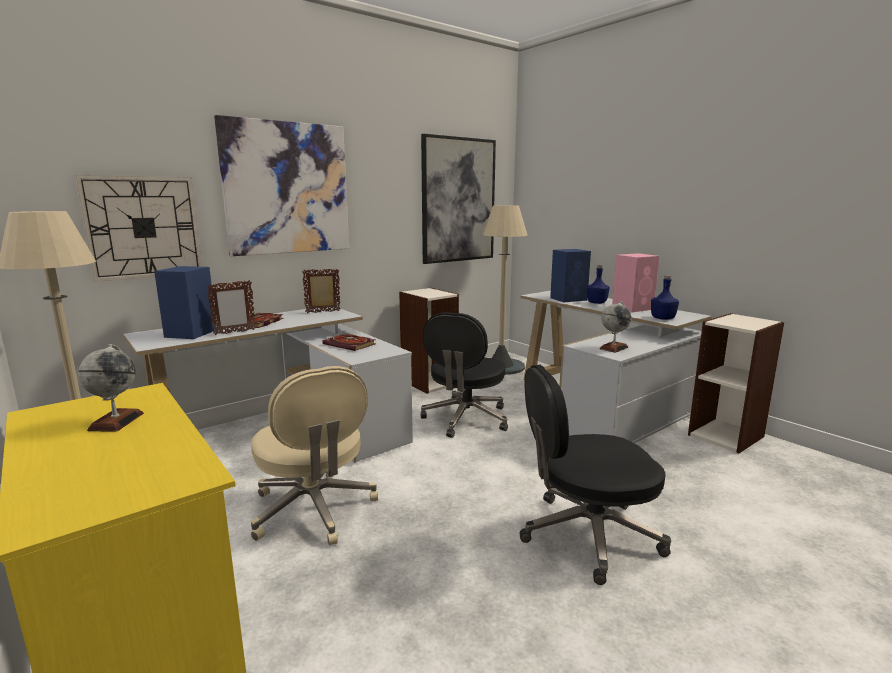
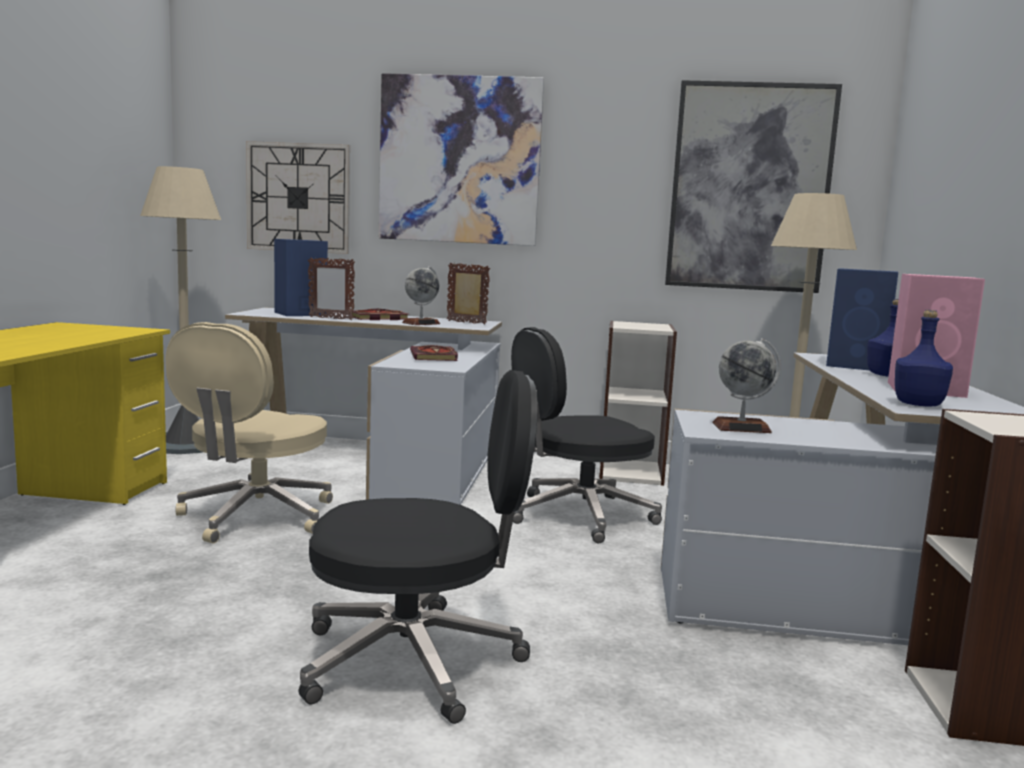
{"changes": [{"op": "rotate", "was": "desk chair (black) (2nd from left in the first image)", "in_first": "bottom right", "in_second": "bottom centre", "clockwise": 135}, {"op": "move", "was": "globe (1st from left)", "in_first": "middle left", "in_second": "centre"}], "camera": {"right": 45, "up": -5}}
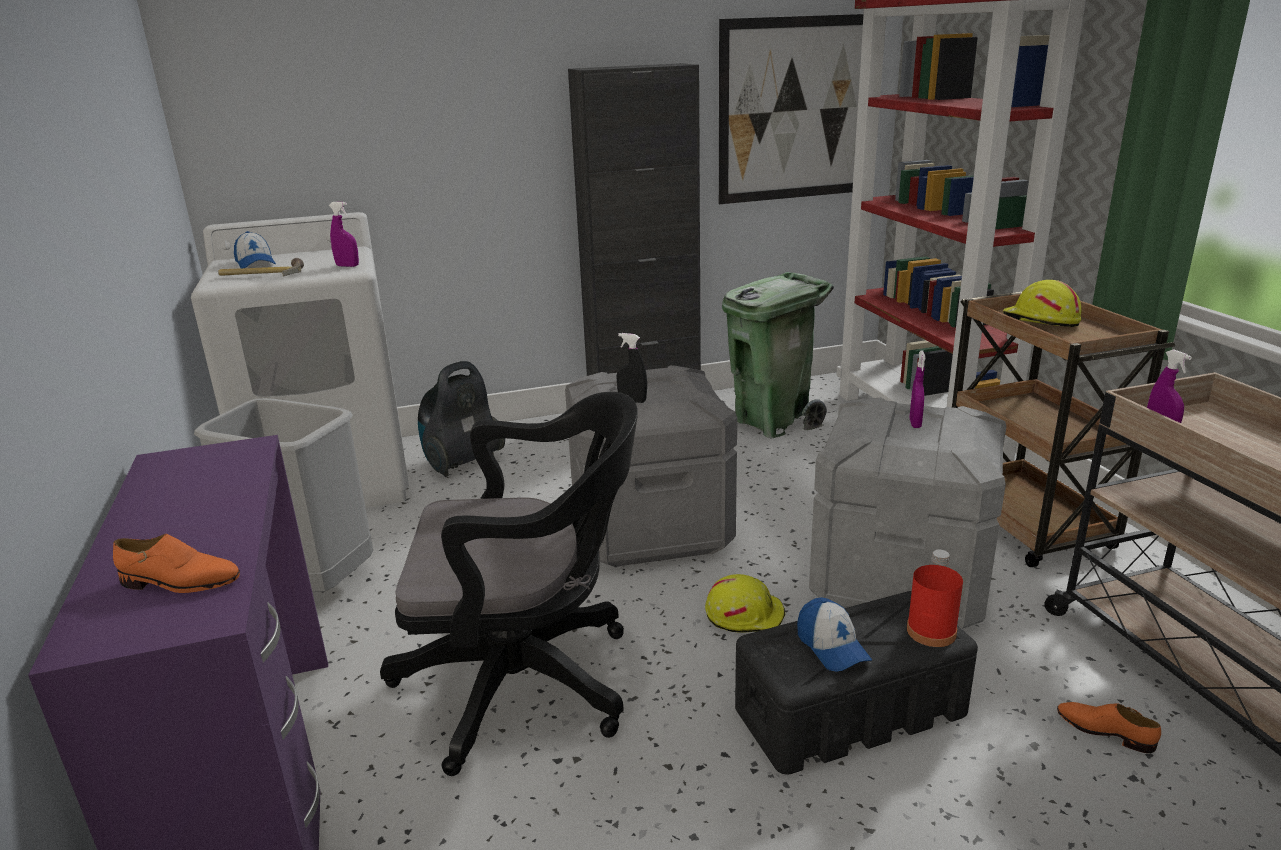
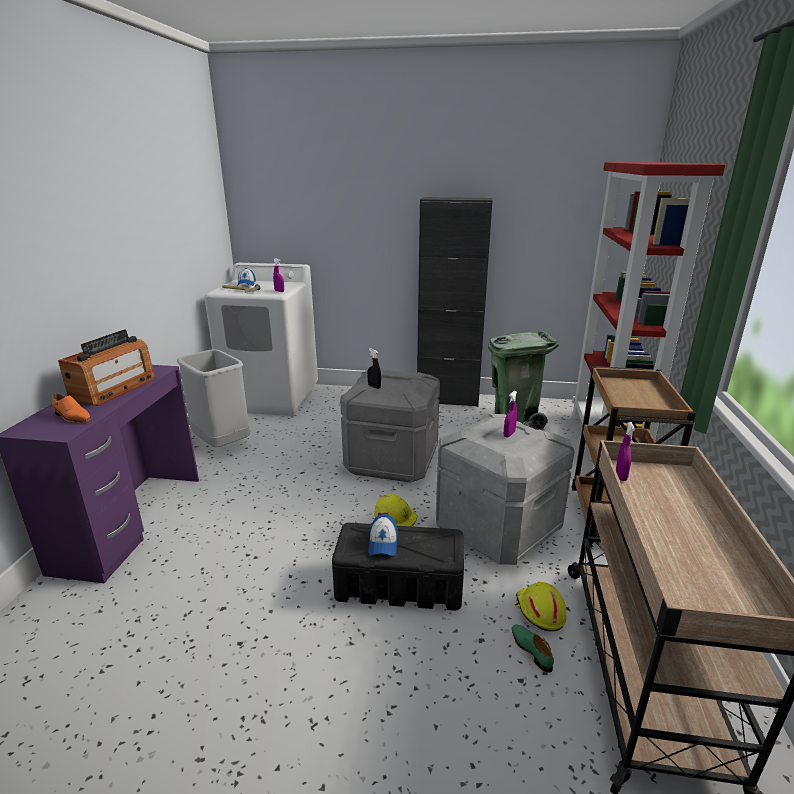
{"changes": [{"op": "insert", "now": "radio", "in_second": "middle left"}, {"op": "recolor", "was": "item of footwear (orange-coloured) (2nd from left)", "now": "item of footwear (green-coloured)", "in_first": "bottom right", "in_second": "bottom right"}, {"op": "move", "was": "safety helmet (yellowish) (2nd from left)", "in_first": "middle right", "in_second": "bottom right"}, {"op": "delete", "was": "desk chair (black)", "in_first": "bottom centre"}, {"op": "delete", "was": "hoover", "in_first": "centre"}, {"op": "delete", "was": "wall picture", "in_first": "top centre"}, {"op": "delete", "was": "drink bottle (red-coloured)", "in_first": "bottom right"}], "camera": {"right": 25, "up": 0}}
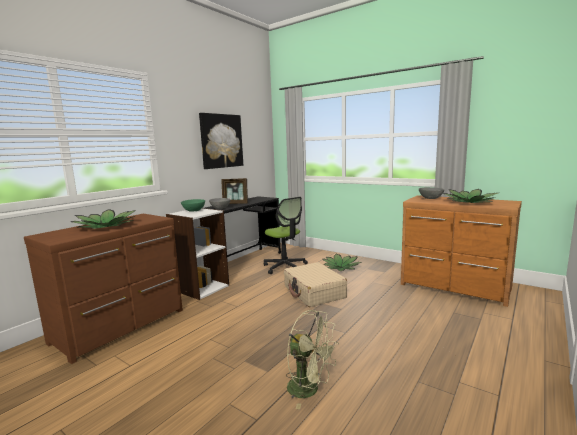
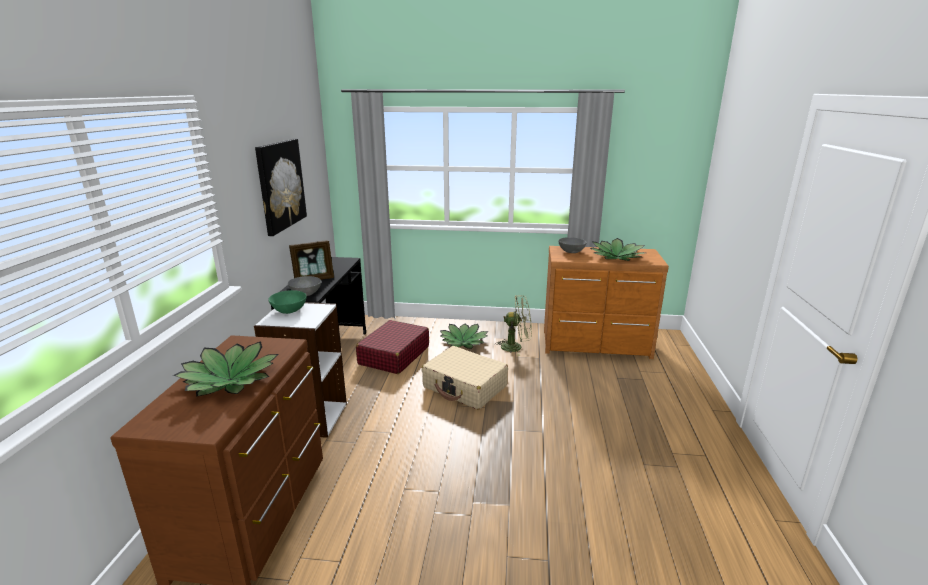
{"changes": [{"op": "replace", "was": "desk chair", "now": "suitcase (red-coloured)", "in_first": "centre", "in_second": "centre"}, {"op": "move", "was": "fan (green-coloured)", "in_first": "bottom centre", "in_second": "centre"}], "camera": {"right": -30, "up": 10}}
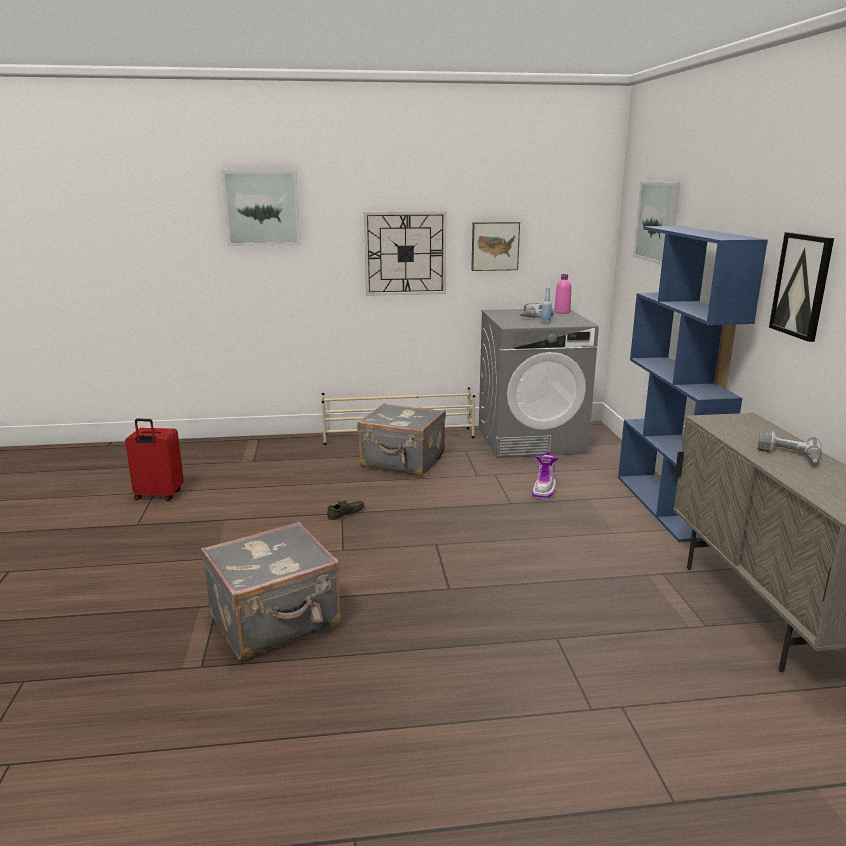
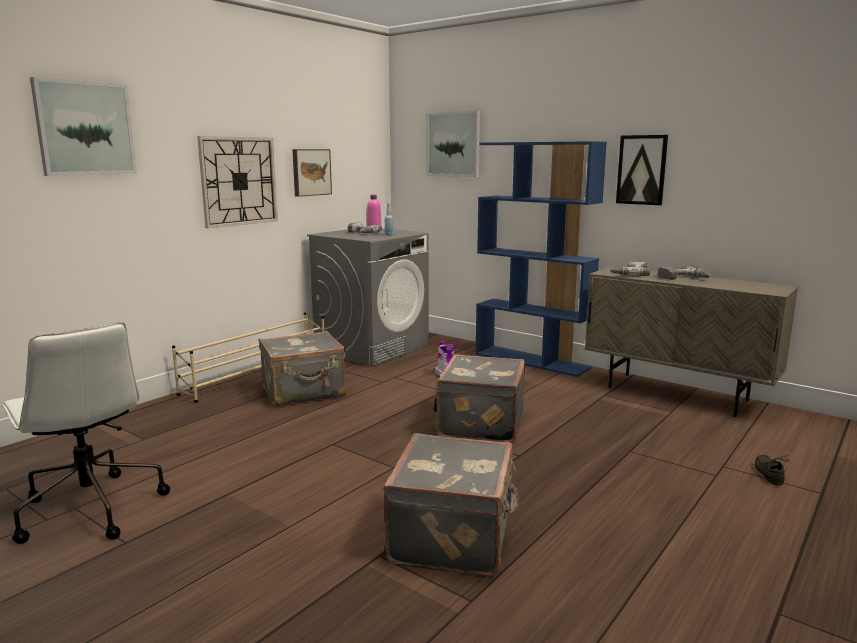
{"changes": [{"op": "replace", "was": "suitcase (red-coloured)", "now": "desk chair (whitish)", "in_first": "middle left", "in_second": "bottom left"}, {"op": "insert", "now": "suitcase (grey) (3rd from left)", "in_second": "centre"}, {"op": "insert", "now": "power drill (2nd from left)", "in_second": "middle right"}, {"op": "move", "was": "item of footwear (grey)", "in_first": "centre", "in_second": "bottom right"}], "camera": {"right": -45, "up": -5}}
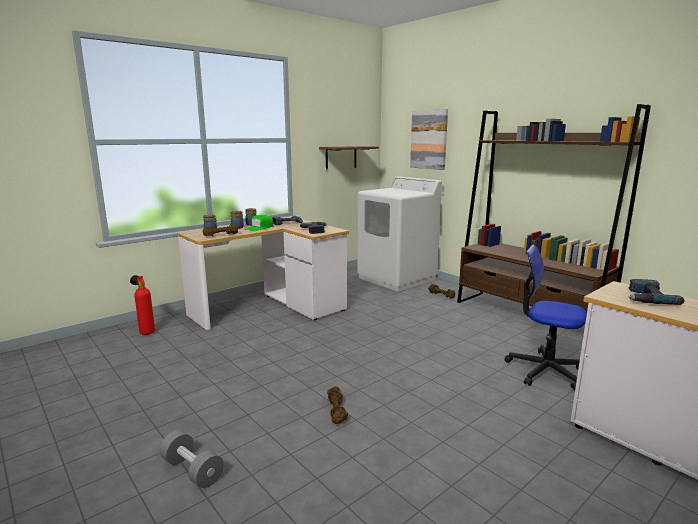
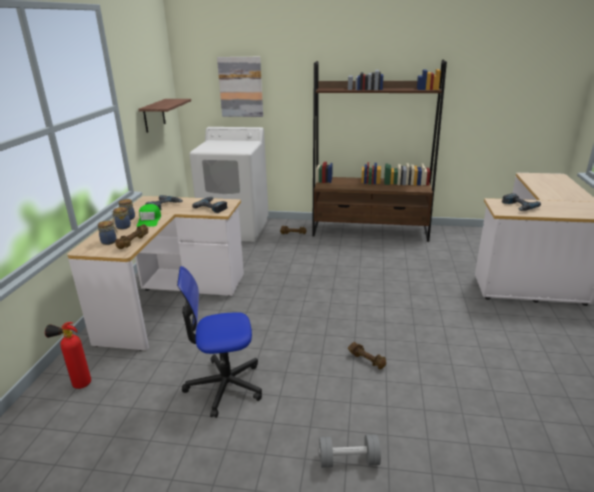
{"changes": [{"op": "move", "was": "desk chair", "in_first": "middle right", "in_second": "bottom centre"}], "camera": {"right": -40, "up": 10}}
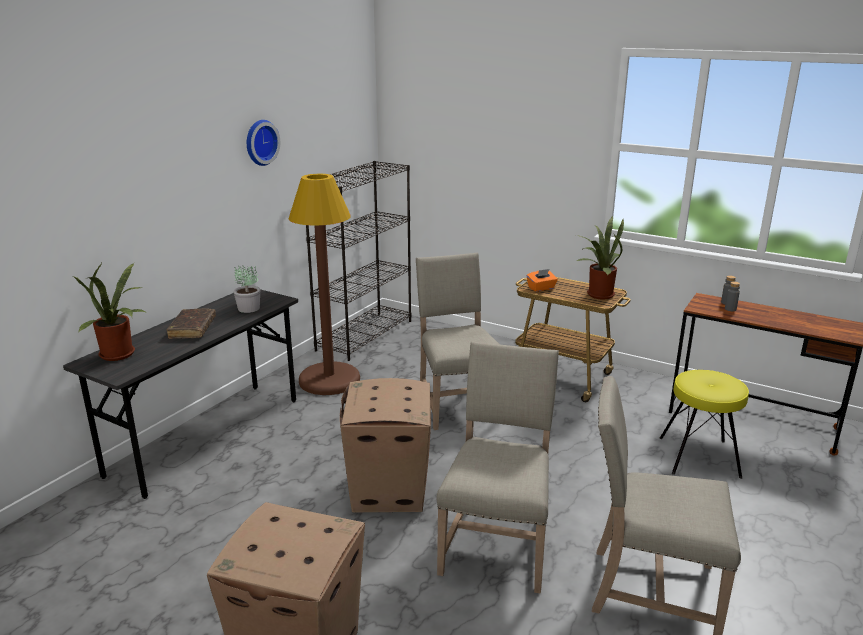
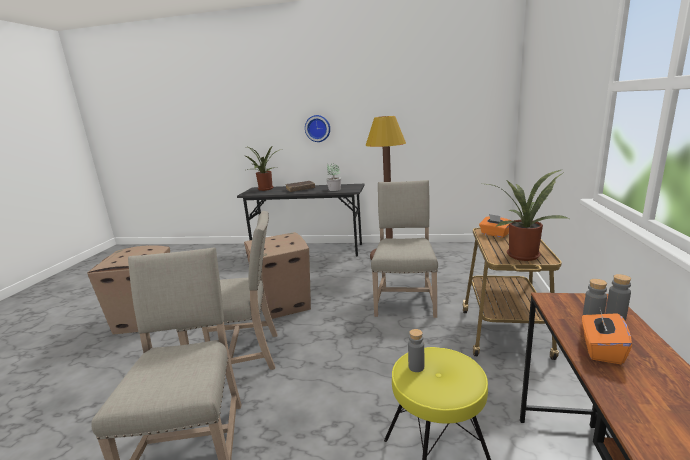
{"changes": [{"op": "move", "was": "clock on the wall", "in_first": "top left", "in_second": "top centre"}, {"op": "rotate", "was": "plain chair (beige) (1st from left in the first image)", "in_first": "centre", "in_second": "centre", "clockwise": -45}, {"op": "insert", "now": "drink bottle (grey) (1st from left)", "in_second": "bottom centre"}, {"op": "insert", "now": "tissue holder (orange-coloured) (2nd from left)", "in_second": "bottom right"}, {"op": "delete", "was": "bookshelf (black)", "in_first": "centre"}], "camera": {"right": 70, "up": -5}}
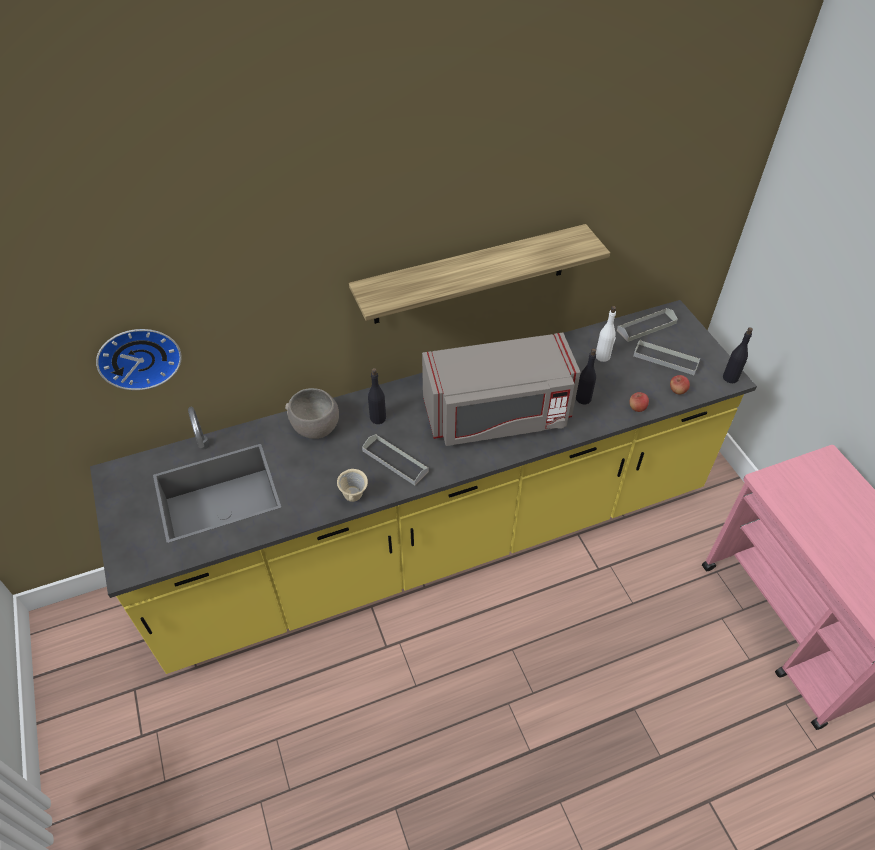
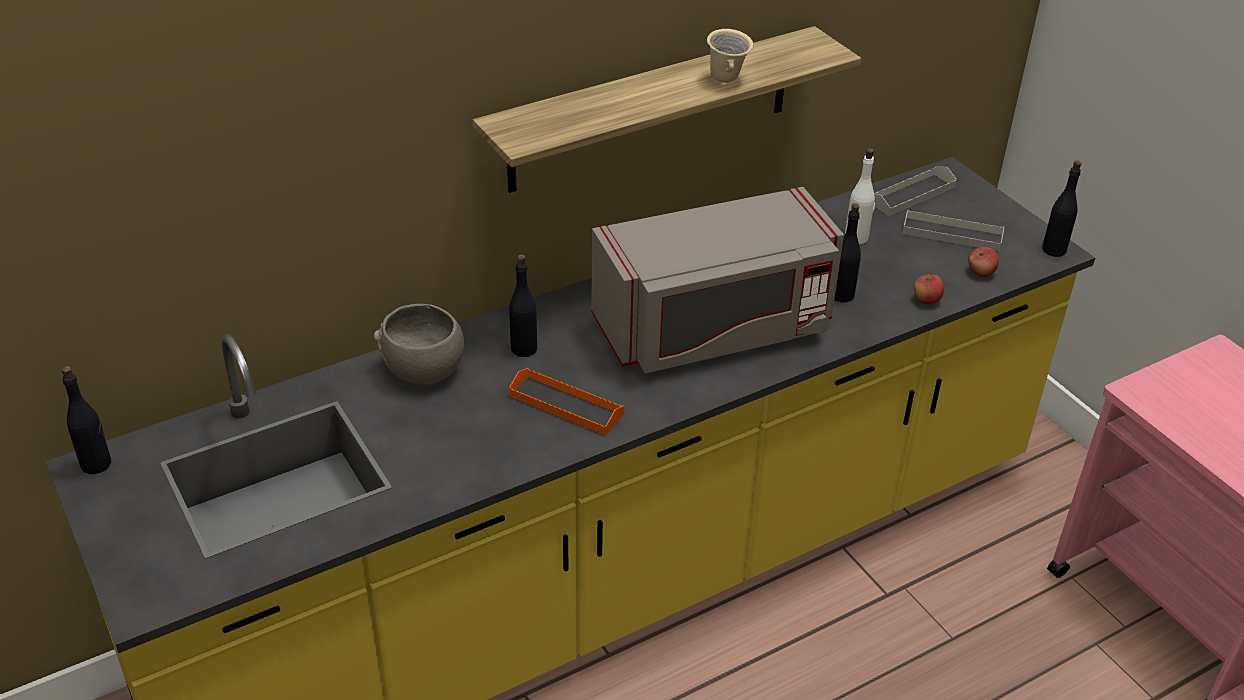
{"changes": [{"op": "insert", "now": "drink bottle (black) (1st from left)", "in_second": "middle left"}, {"op": "recolor", "was": "carrying tray (grey) (1st from left)", "now": "carrying tray (orange-coloured)", "in_first": "centre", "in_second": "centre"}, {"op": "move", "was": "tea mug (beige)", "in_first": "centre", "in_second": "top centre"}, {"op": "delete", "was": "clock on the wall", "in_first": "middle left"}], "camera": {"right": -10, "up": -10}}
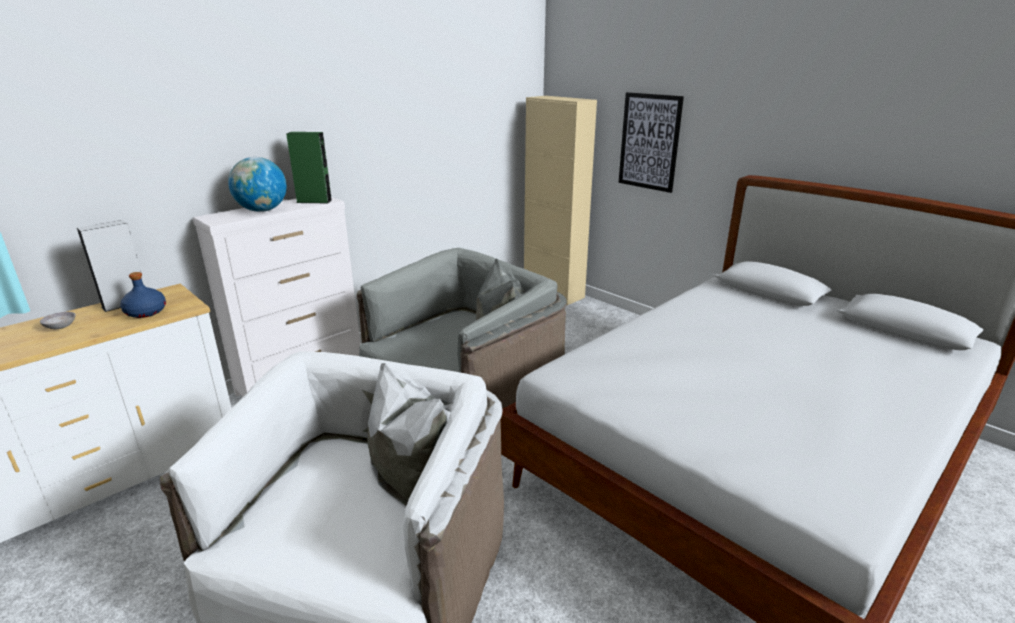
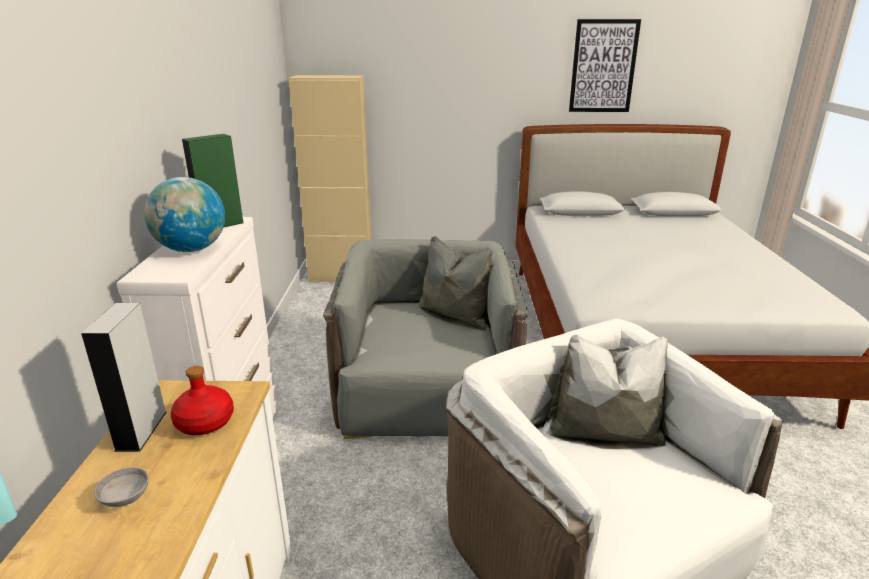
{"changes": [{"op": "recolor", "was": "drink bottle (blue)", "now": "drink bottle (red-coloured)", "in_first": "middle left", "in_second": "bottom left"}, {"op": "move", "was": "wall picture", "in_first": "top centre", "in_second": "top right"}], "camera": {"right": -45, "up": 0}}
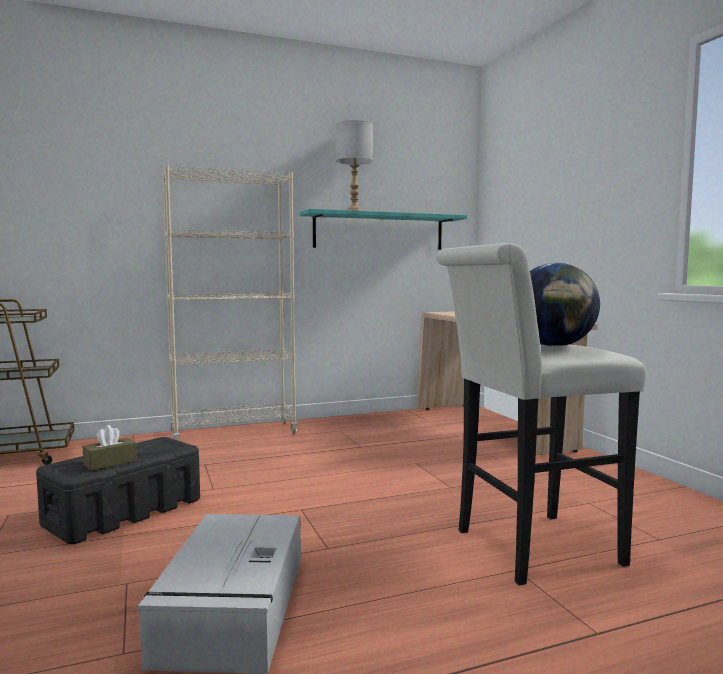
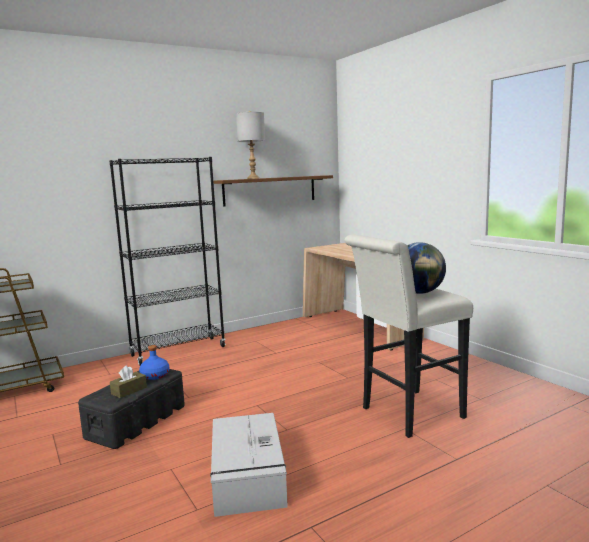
{"changes": [{"op": "recolor", "was": "bookshelf (beige)", "now": "bookshelf (black)", "in_first": "middle left", "in_second": "middle left"}, {"op": "insert", "now": "drink bottle (blue)", "in_second": "bottom left"}, {"op": "recolor", "was": "wall shelf (turquoise-coloured)", "now": "wall shelf (brownish)", "in_first": "centre", "in_second": "centre"}], "camera": {"right": -10, "up": 5}}
